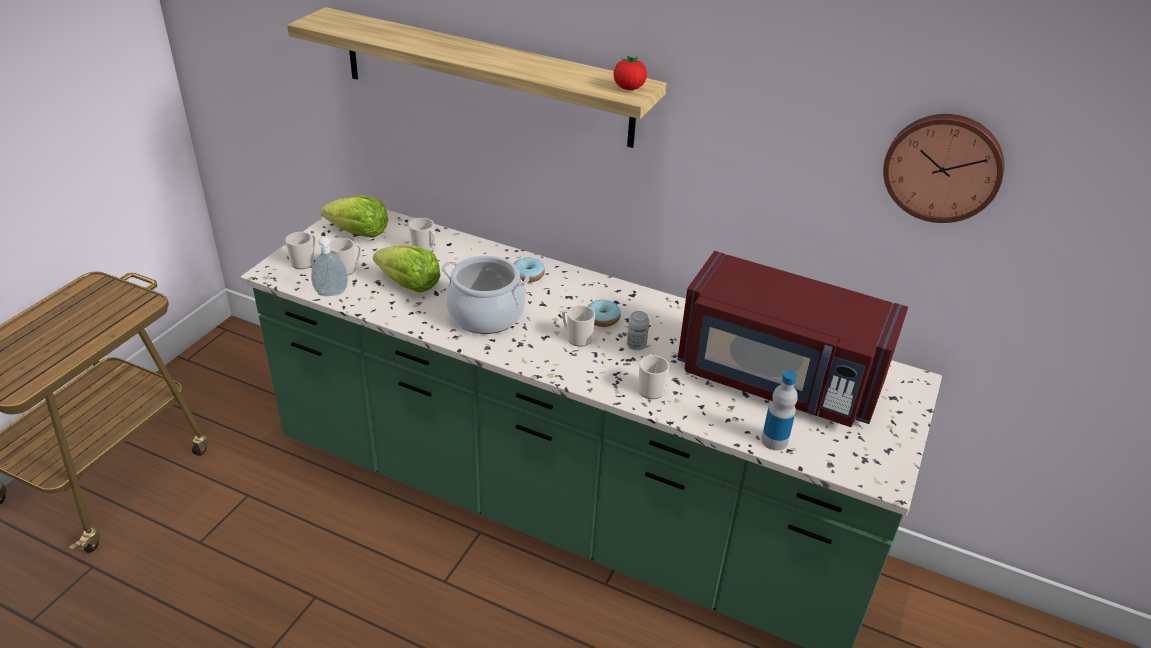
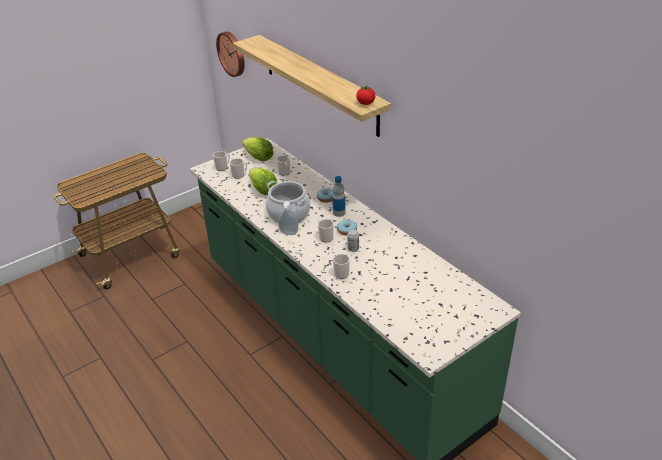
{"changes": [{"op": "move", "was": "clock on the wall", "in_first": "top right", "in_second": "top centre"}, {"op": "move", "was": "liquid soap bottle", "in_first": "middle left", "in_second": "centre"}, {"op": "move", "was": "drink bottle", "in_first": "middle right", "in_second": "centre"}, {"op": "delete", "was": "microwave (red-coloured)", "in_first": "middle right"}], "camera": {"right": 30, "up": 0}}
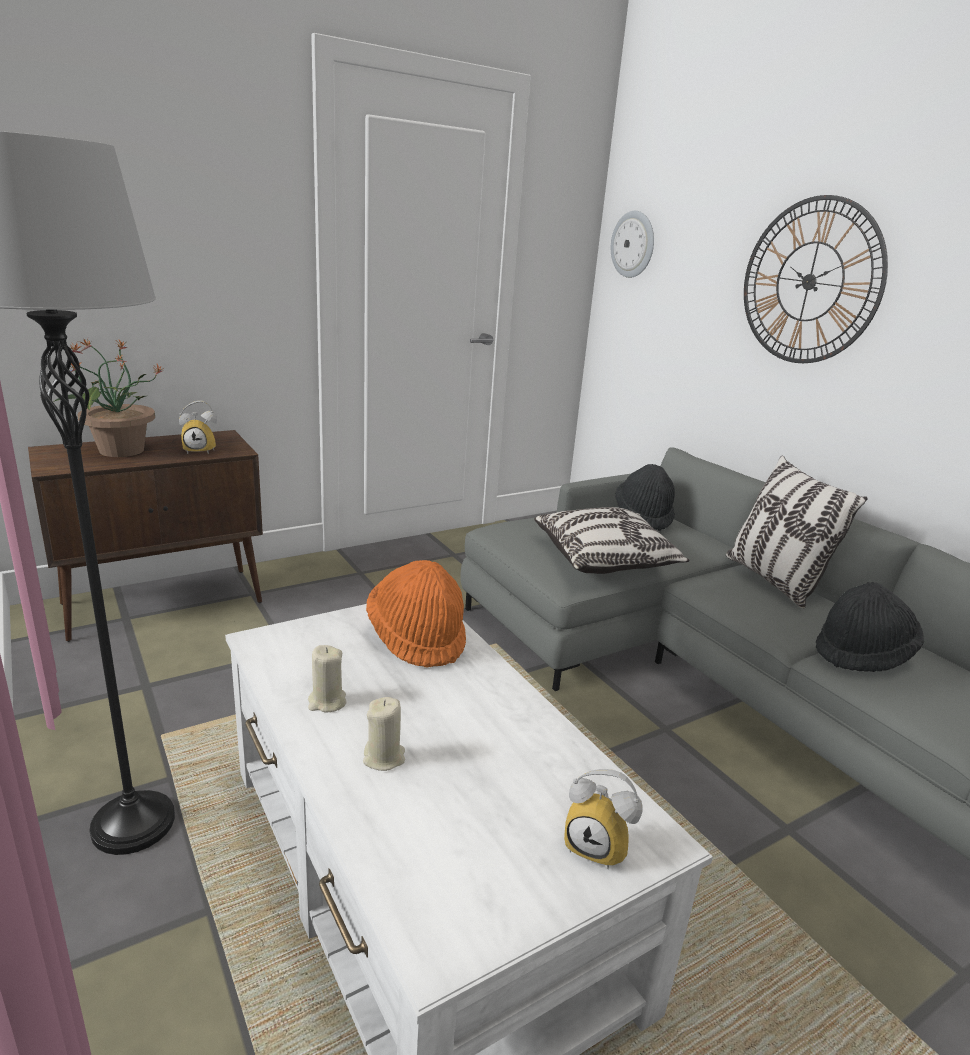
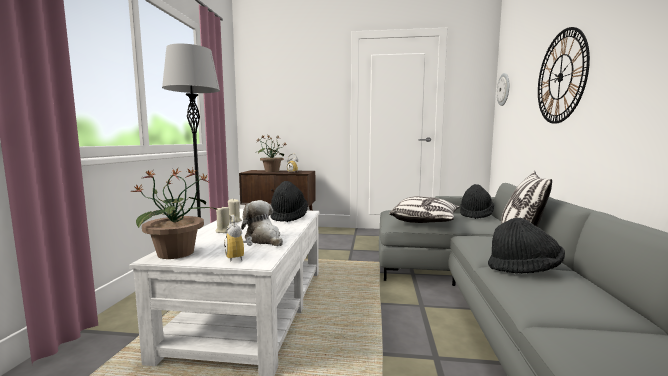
{"changes": [{"op": "insert", "now": "potted plant (1st from left)", "in_second": "middle left"}, {"op": "insert", "now": "plush toy", "in_second": "centre"}, {"op": "recolor", "was": "hat (orange-coloured)", "now": "hat (black) (1st from left)", "in_first": "centre", "in_second": "centre"}], "camera": {"right": 40, "up": -15}}
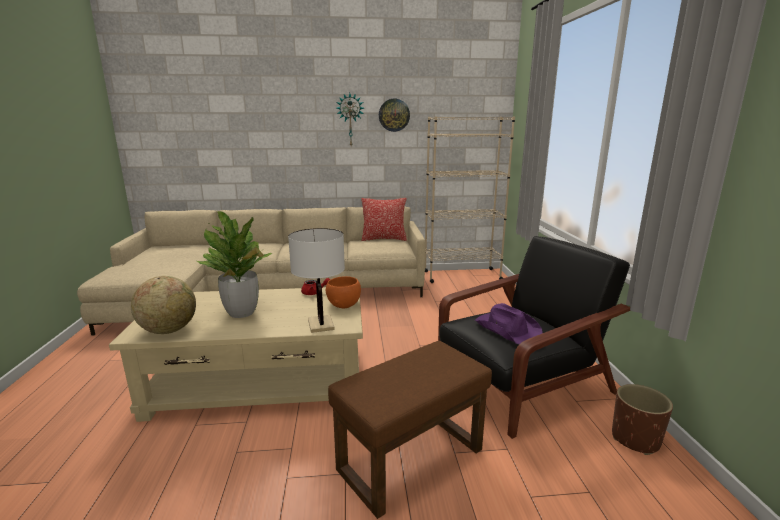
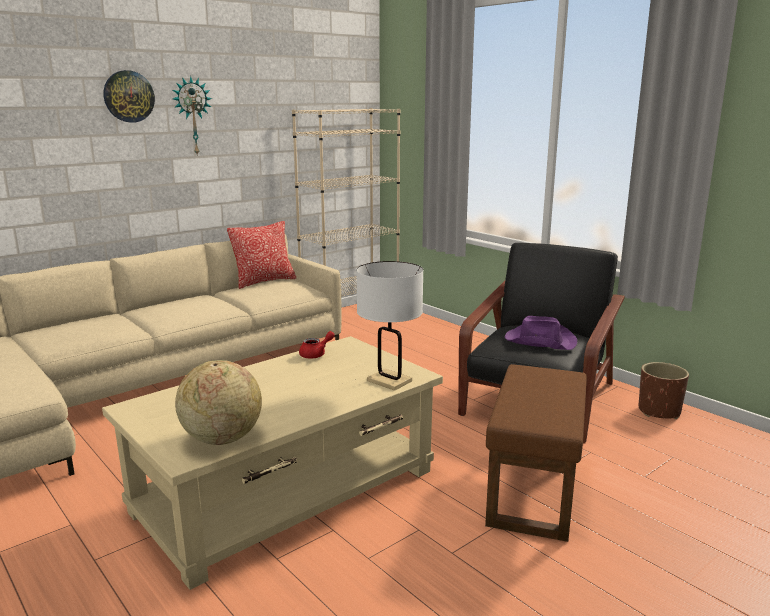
{"changes": [{"op": "move", "was": "clock on the wall (2nd from left in the first image)", "now": "clock on the wall (1st from left)", "in_first": "top centre", "in_second": "top left"}, {"op": "delete", "was": "potted plant", "in_first": "middle left"}, {"op": "delete", "was": "serving bowl (orange-coloured)", "in_first": "centre"}], "camera": {"right": -35, "up": 0}}
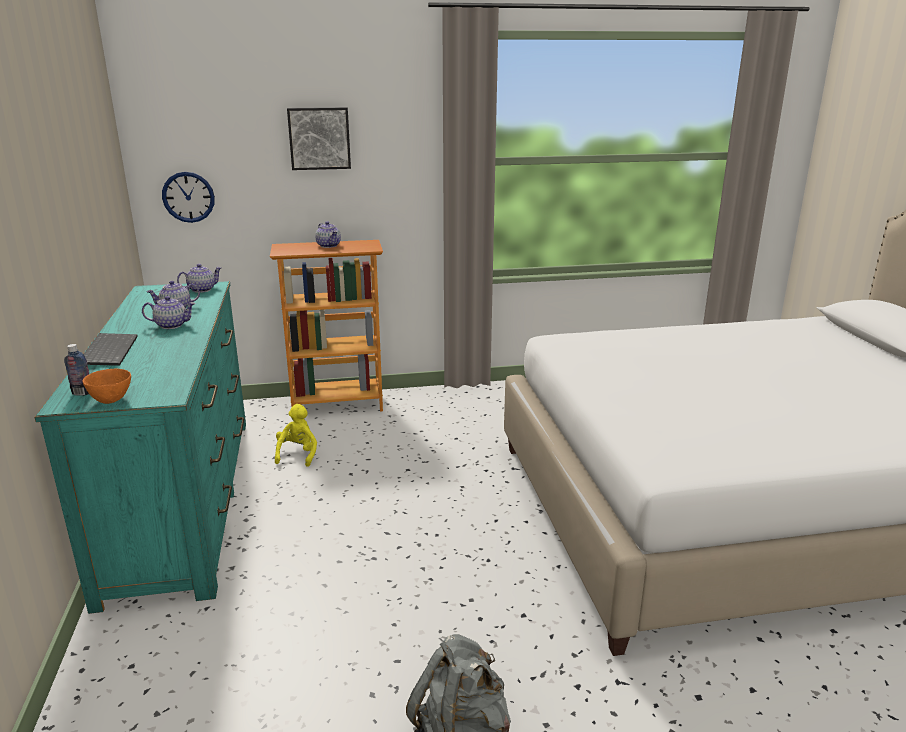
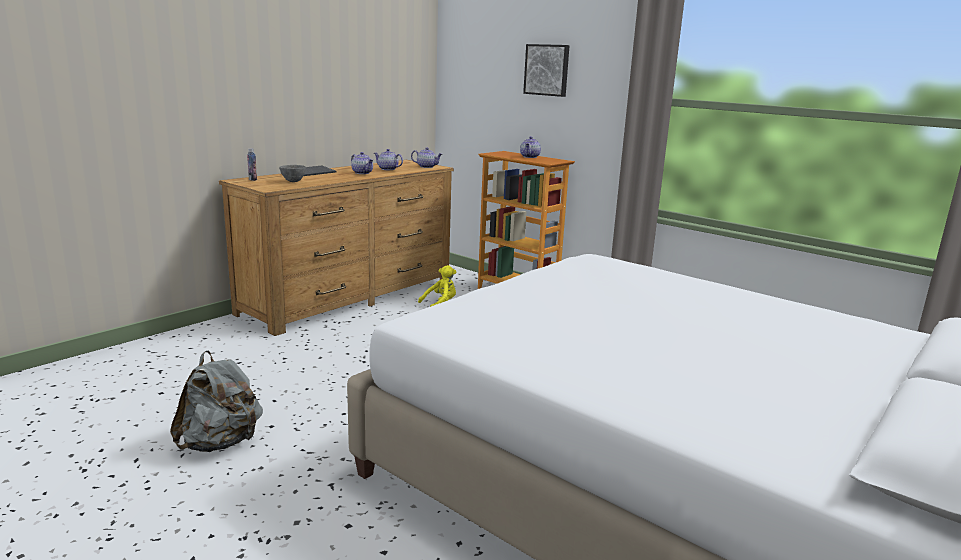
{"changes": [{"op": "recolor", "was": "drawer chest (turquoise-coloured)", "now": "drawer chest (brownish)", "in_first": "middle left", "in_second": "centre"}, {"op": "insert", "now": "serving bowl (grey)", "in_second": "top left"}, {"op": "delete", "was": "serving bowl (orange-coloured)", "in_first": "middle left"}, {"op": "delete", "was": "clock on the wall", "in_first": "top left"}], "camera": {"right": 50, "up": -5}}
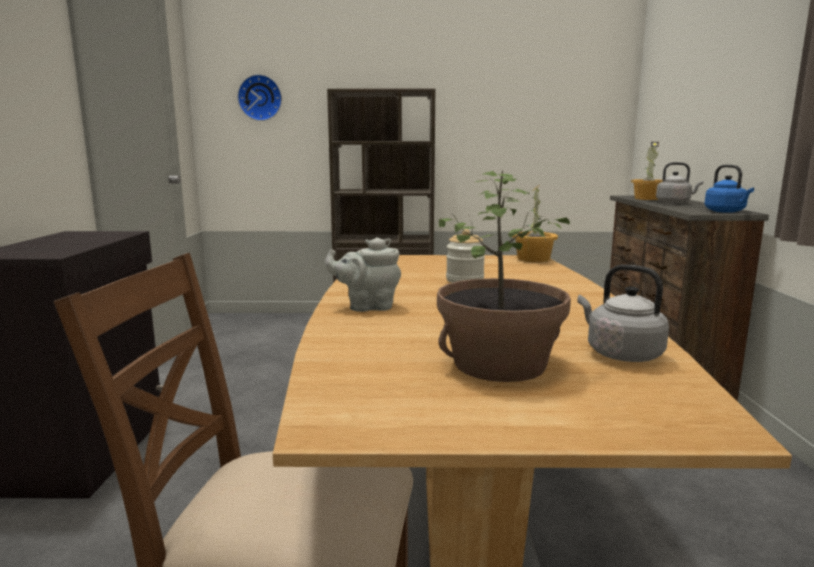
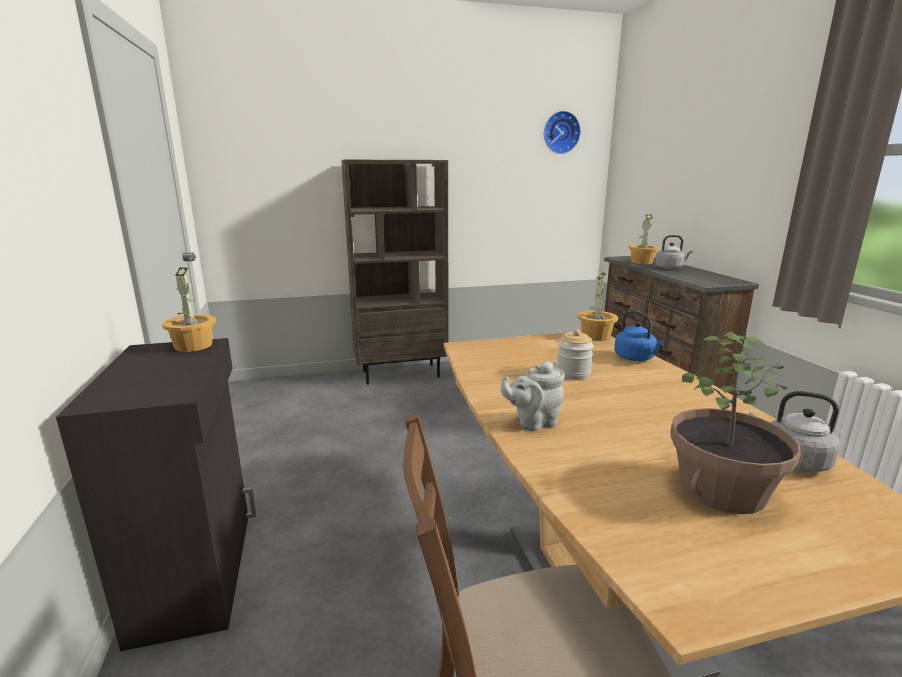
{"changes": [{"op": "insert", "now": "potted plant (1st from left)", "in_second": "middle left"}, {"op": "move", "was": "clock on the wall", "in_first": "top left", "in_second": "top centre"}, {"op": "move", "was": "kettle (blue)", "in_first": "top right", "in_second": "middle right"}], "camera": {"right": -15, "up": 5}}
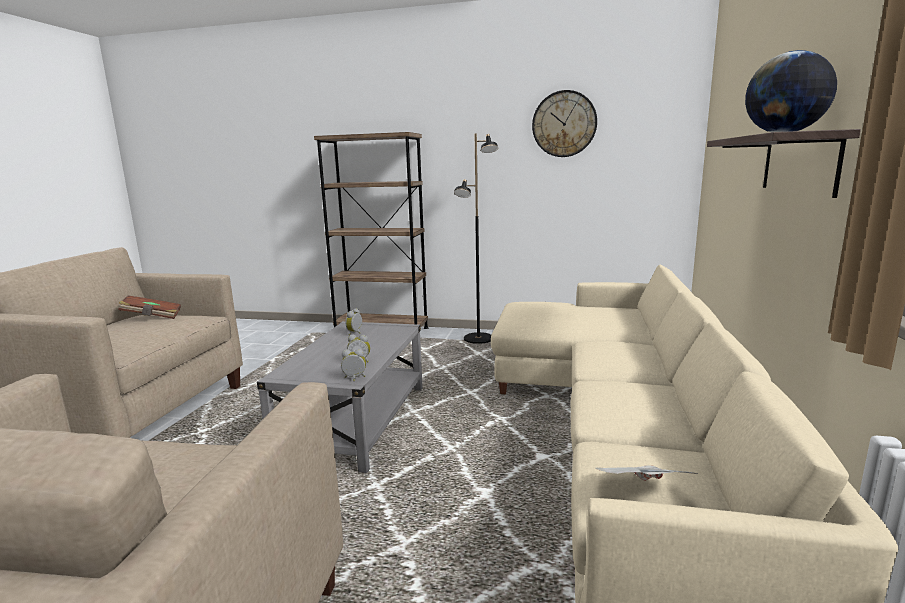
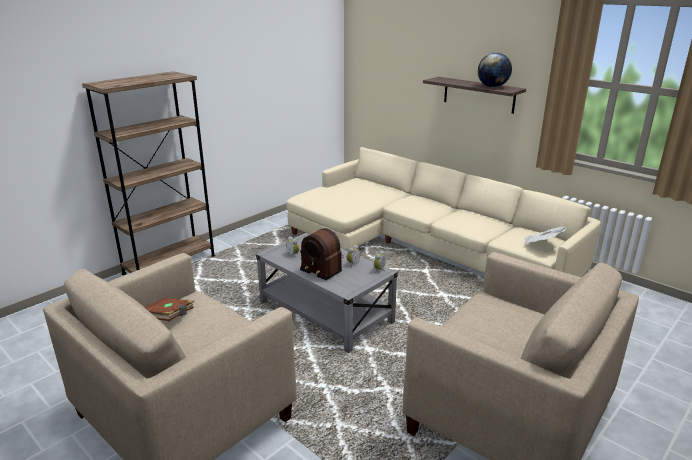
{"changes": [{"op": "insert", "now": "radio", "in_second": "centre"}, {"op": "delete", "was": "floor lamp (black)", "in_first": "centre"}, {"op": "delete", "was": "clock on the wall", "in_first": "top centre"}], "camera": {"right": -60, "up": 10}}
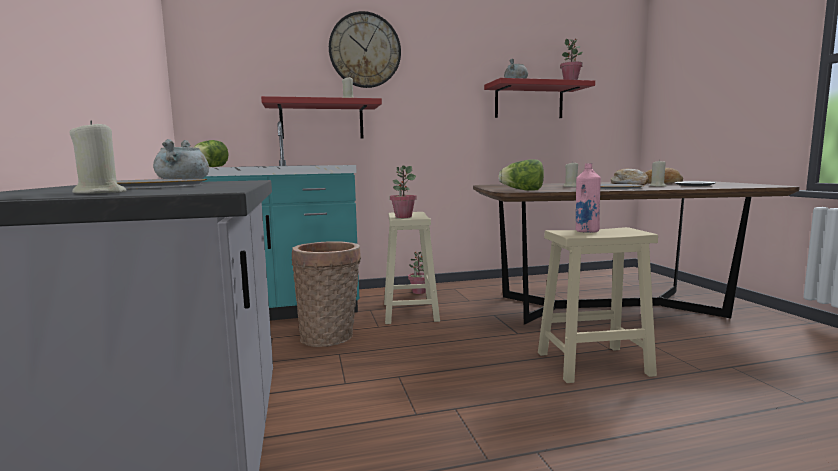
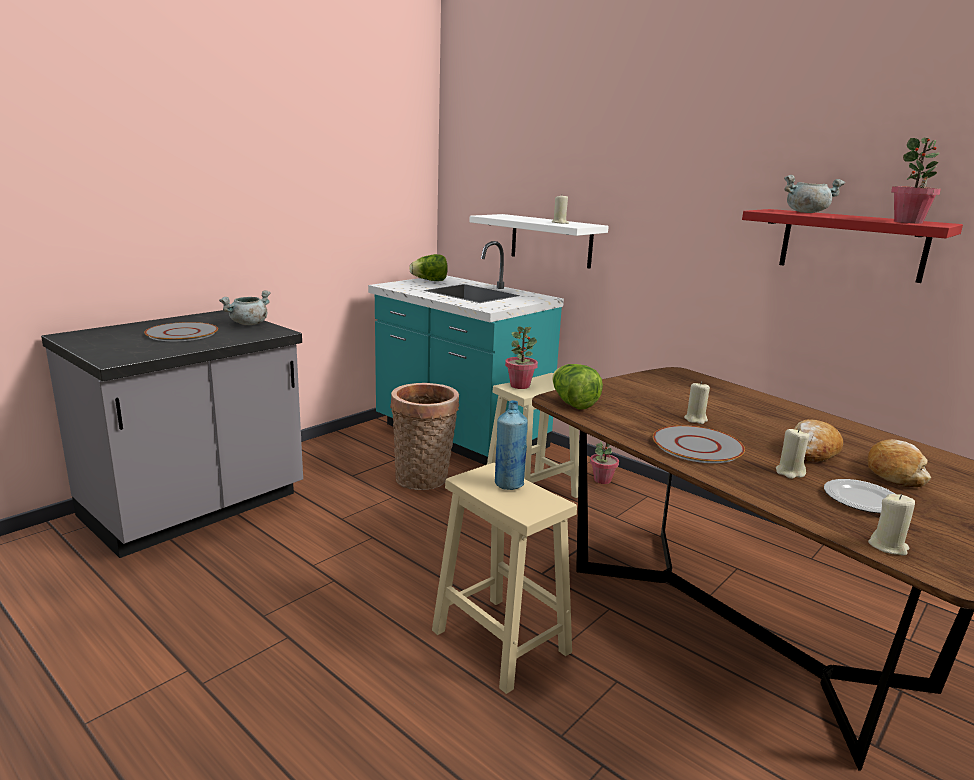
{"changes": [{"op": "recolor", "was": "wall shelf (red-coloured) (1st from left)", "now": "wall shelf (whitish)", "in_first": "top centre", "in_second": "top centre"}, {"op": "recolor", "was": "drink bottle (pink-coloured)", "now": "drink bottle (blue)", "in_first": "middle right", "in_second": "centre"}, {"op": "move", "was": "wax light (beige) (1st from left in the first image)", "now": "wax light (beige) (4th from left)", "in_first": "middle left", "in_second": "bottom right"}, {"op": "delete", "was": "clock on the wall", "in_first": "top centre"}], "camera": {"right": 55, "up": 10}}
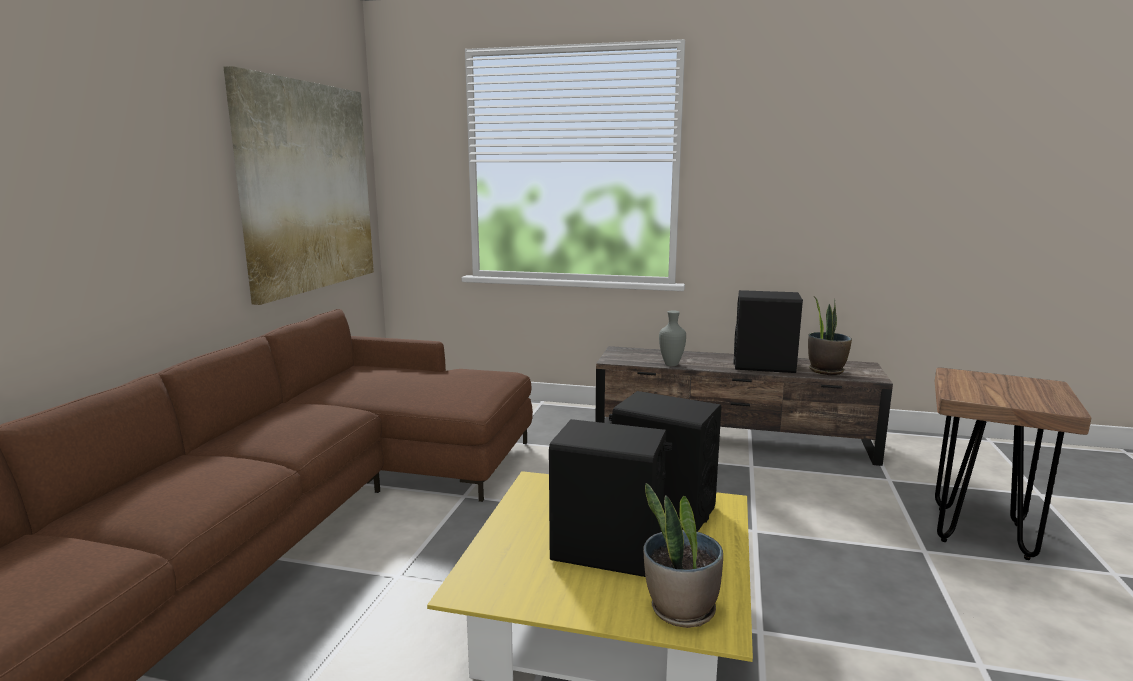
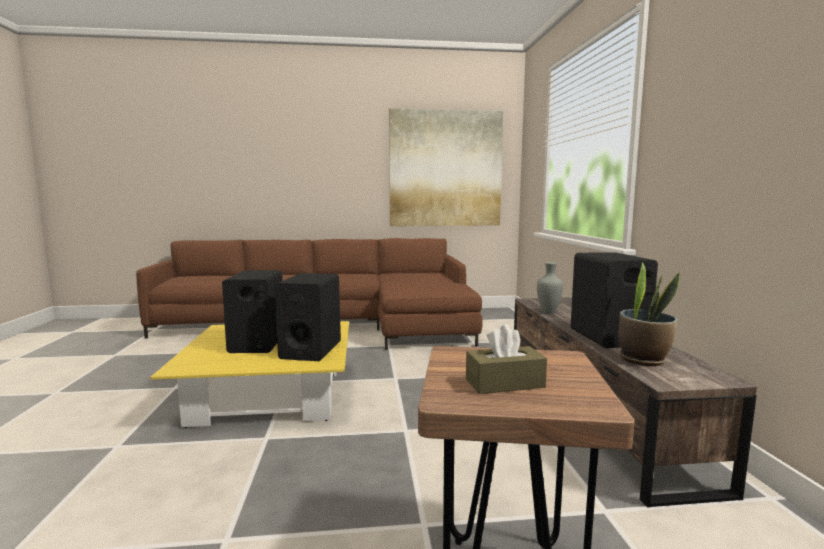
{"changes": [{"op": "insert", "now": "tissue holder (brownish)", "in_second": "centre"}, {"op": "delete", "was": "potted plant (1st from left)", "in_first": "bottom centre"}], "camera": {"right": 70, "up": -5}}
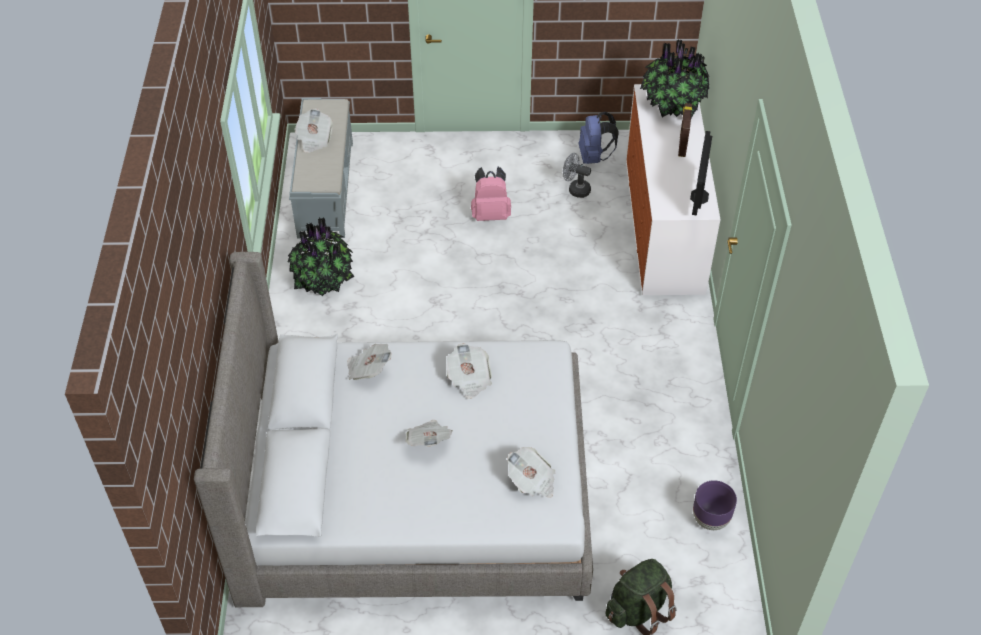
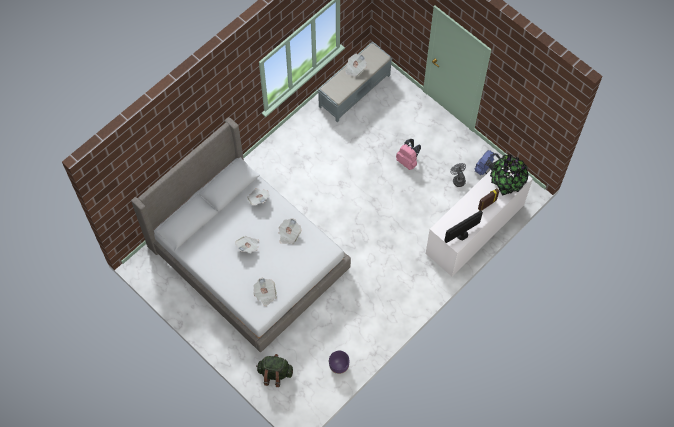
{"changes": [{"op": "delete", "was": "potted plant (1st from left)", "in_first": "middle left"}], "camera": {"right": 45, "up": 15}}
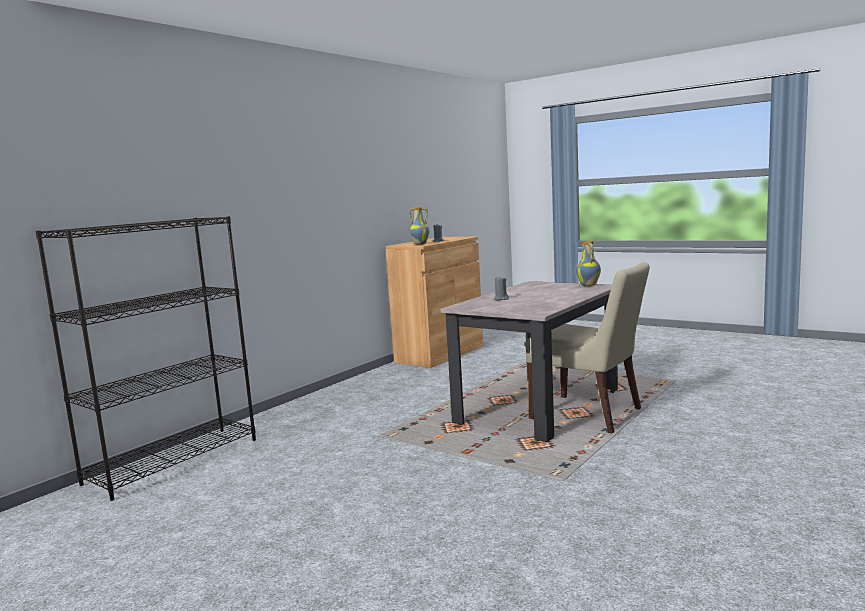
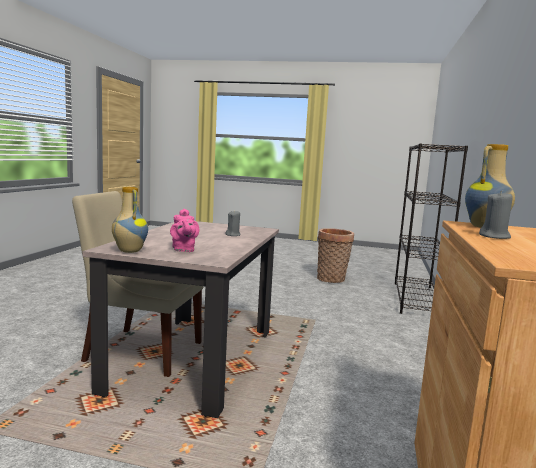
{"changes": [{"op": "insert", "now": "teapot (pink-coloured)", "in_second": "centre"}, {"op": "insert", "now": "basket", "in_second": "centre"}], "camera": {"right": 155, "up": 0}}
